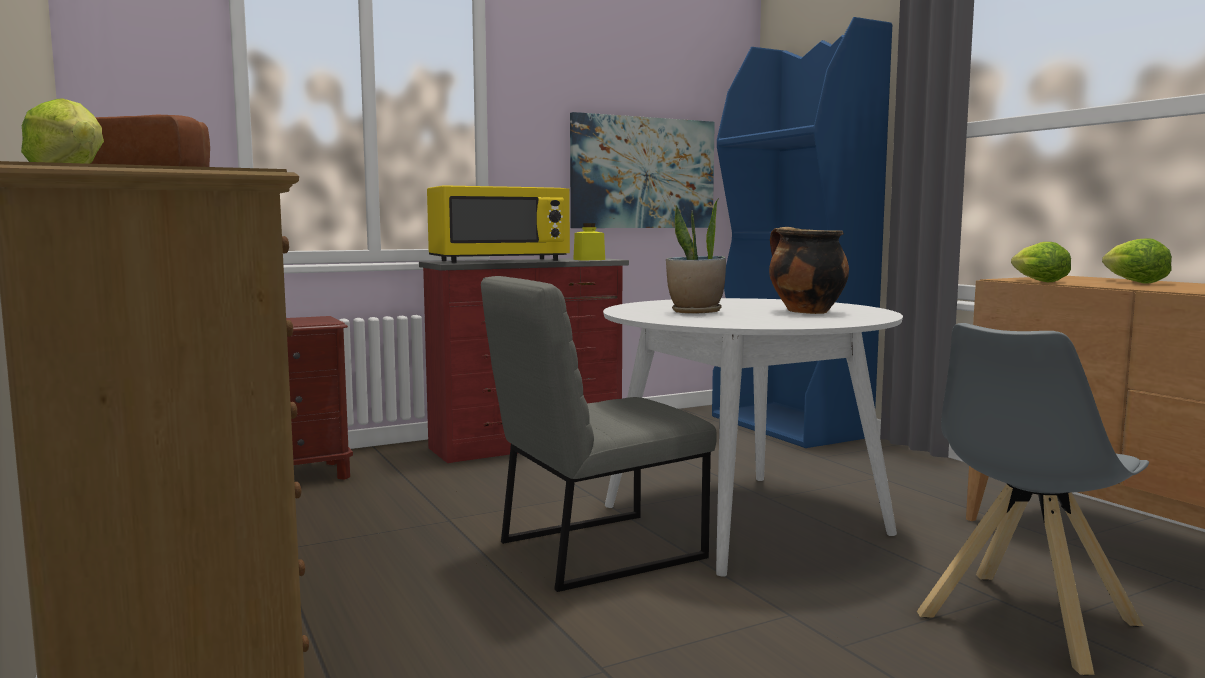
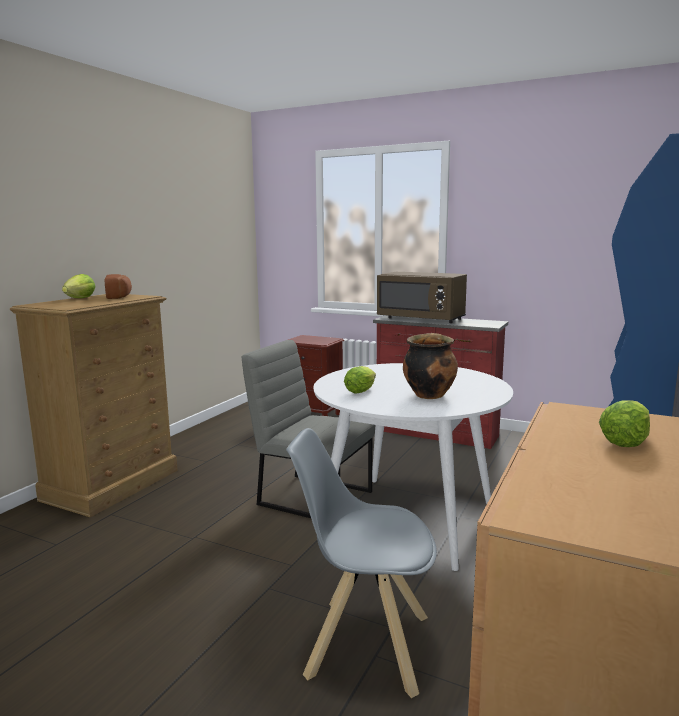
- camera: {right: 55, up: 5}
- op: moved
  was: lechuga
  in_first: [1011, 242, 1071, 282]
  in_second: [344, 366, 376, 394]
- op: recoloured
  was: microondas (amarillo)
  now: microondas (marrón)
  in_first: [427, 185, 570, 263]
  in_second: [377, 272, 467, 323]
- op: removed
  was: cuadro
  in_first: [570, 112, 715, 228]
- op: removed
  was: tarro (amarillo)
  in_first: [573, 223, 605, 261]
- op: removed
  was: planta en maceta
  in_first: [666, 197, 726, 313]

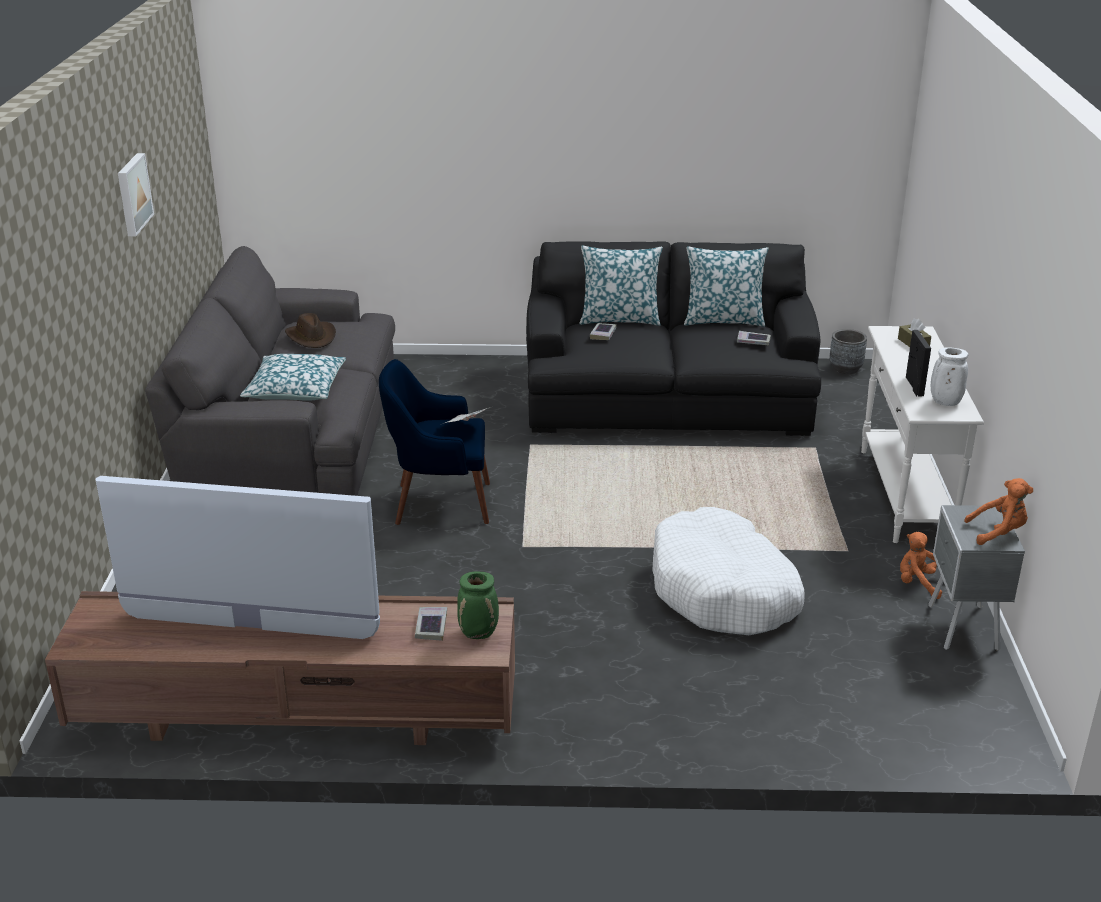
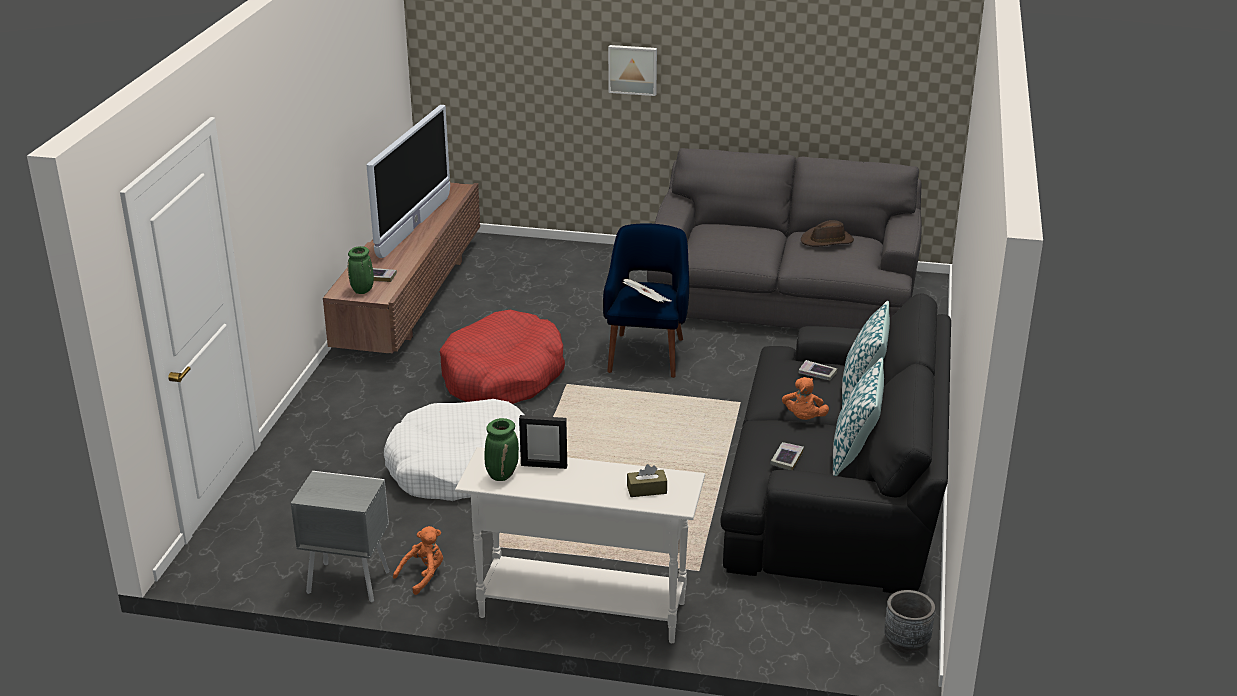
- camera: {right: 100, up: 0}
- op: added
  now: cama para perro (rojo)
  in_second: [440, 310, 565, 404]
- op: recoloured
  was: florero (blanco)
  now: florero (verde)
  in_first: [931, 348, 968, 406]
  in_second: [485, 418, 519, 481]
- op: moved
  was: cuadro
  in_first: [118, 153, 154, 236]
  in_second: [608, 45, 657, 96]
- op: moved
  was: peluche (naranja)
  in_first: [964, 478, 1033, 545]
  in_second: [782, 377, 829, 420]
- op: removed
  was: cojín
  in_first: [240, 354, 346, 401]

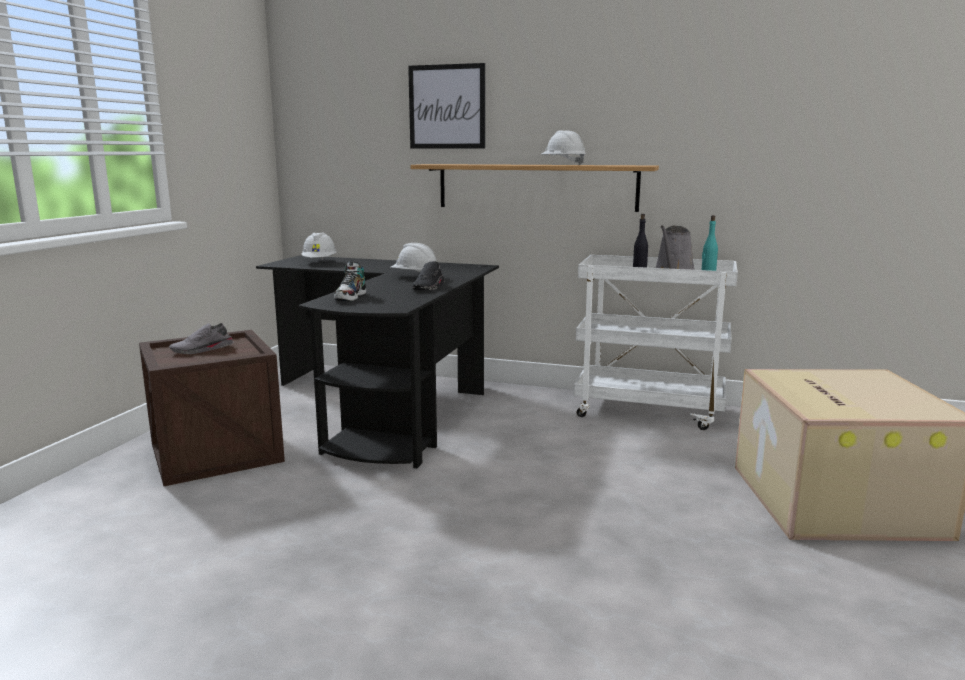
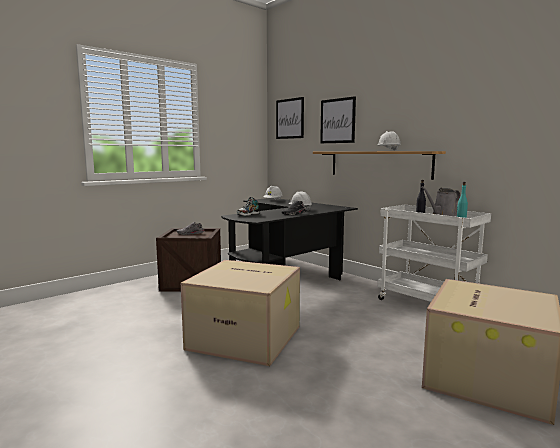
- camera: {right: 30, up: -5}
- op: added
  now: caja de cartón
  in_second: [181, 260, 300, 366]
- op: added
  now: cuadro
  in_second: [276, 97, 304, 139]

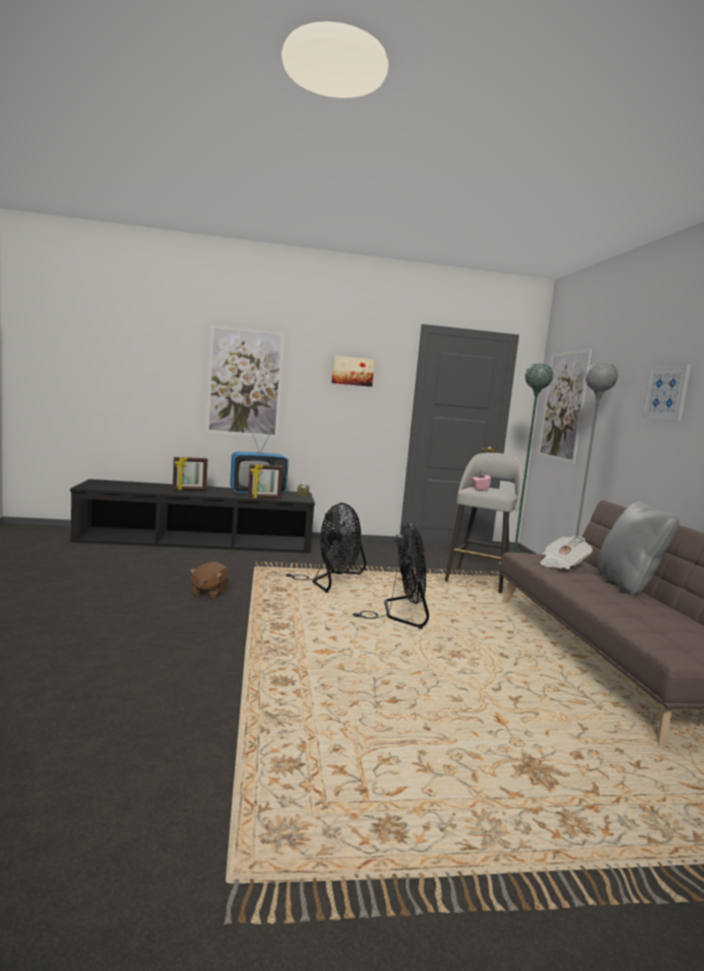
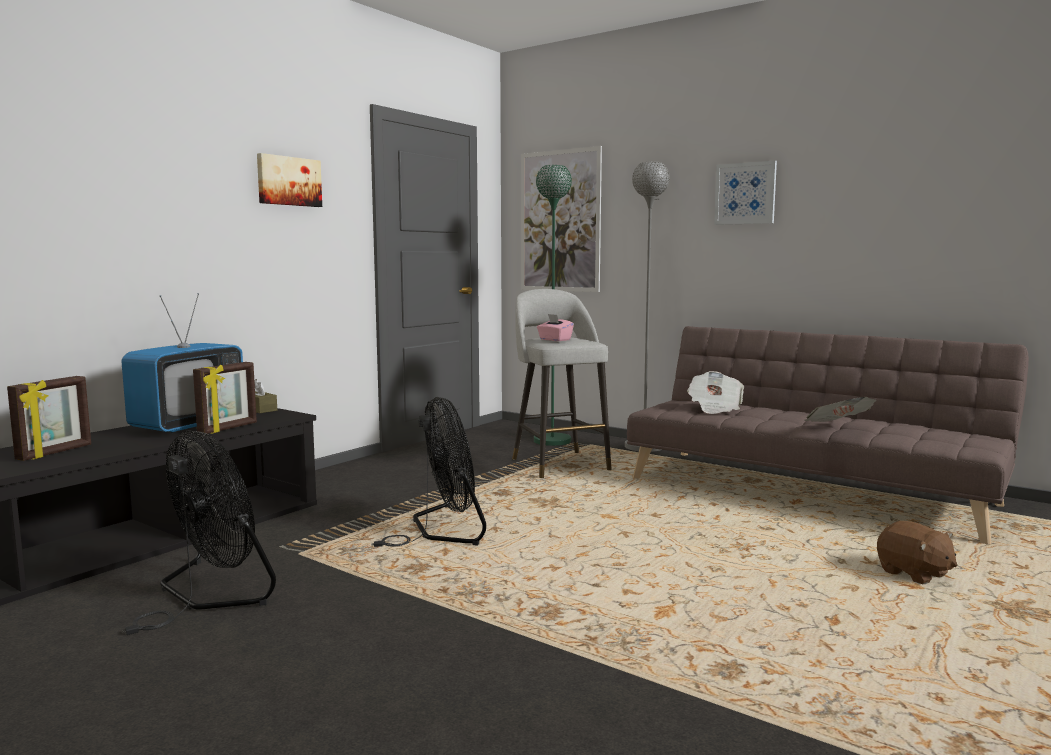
- camera: {right: -45, up: 0}
- op: moved
  was: ventilador (negro)
  in_first: [353, 523, 429, 629]
  in_second: [121, 431, 276, 635]
- op: added
  now: periódico
  in_second: [804, 397, 876, 422]
- op: moved
  was: peluche (marrón)
  in_first: [190, 562, 229, 597]
  in_second: [877, 521, 957, 584]
- op: removed
  was: cuadro
  in_first: [206, 325, 285, 438]
- op: removed
  was: cojín (gris)
  in_first: [597, 501, 680, 595]

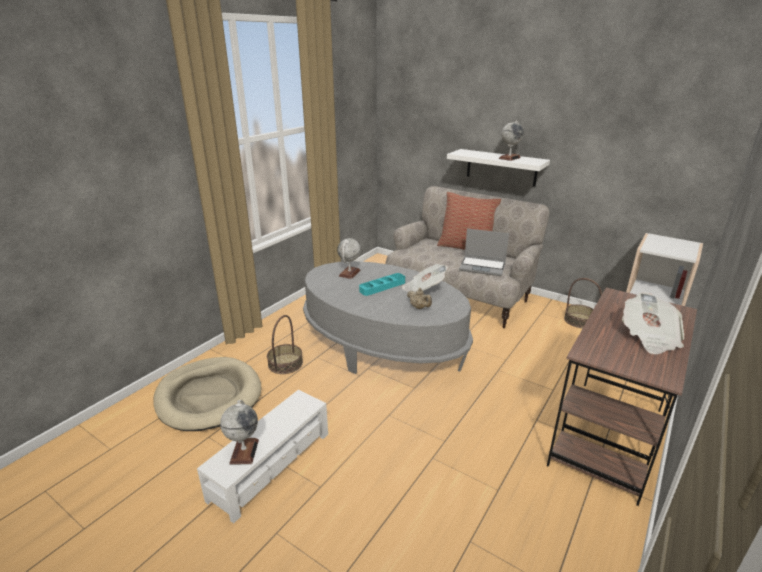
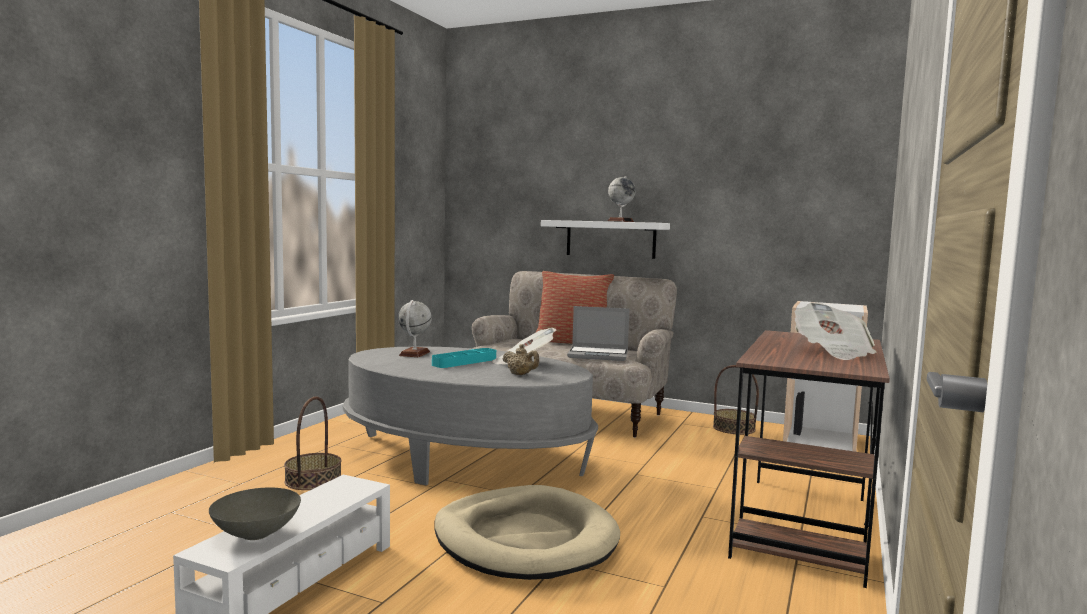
- camera: {right: -10, up: -20}
- op: replaced
  was: globo terráqueo
  now: cuenco (gris)
  in_first: [220, 400, 259, 465]
  in_second: [209, 488, 301, 540]
- op: moved
  was: cama para perro (beis)
  in_first: [153, 357, 262, 431]
  in_second: [434, 485, 620, 580]

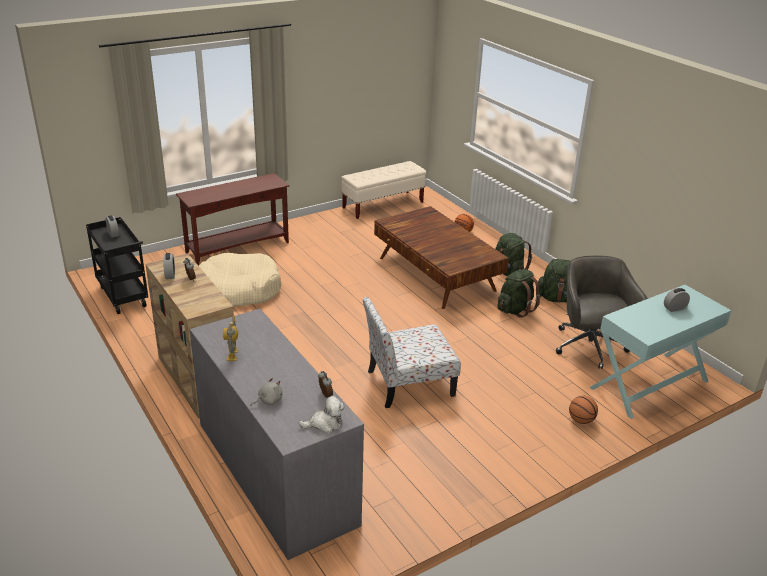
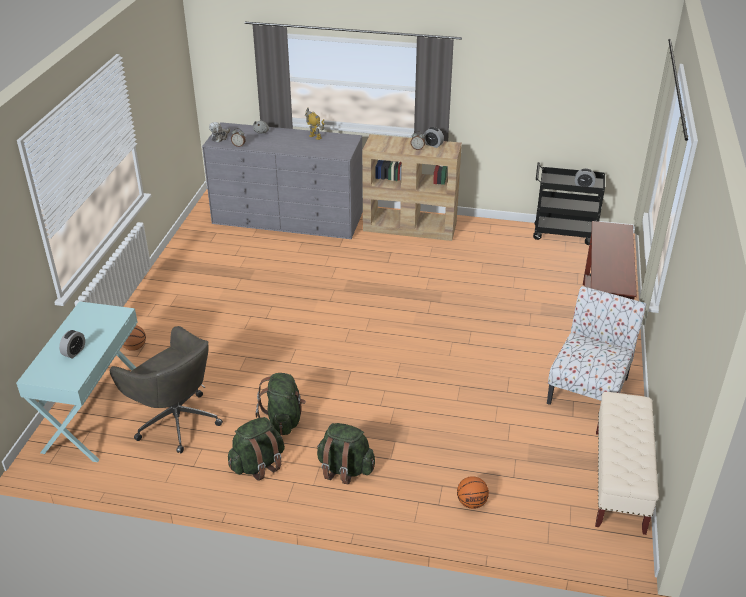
- camera: {right: 135, up: 5}
- op: moved
  was: silla
  in_first: [363, 297, 461, 408]
  in_second: [547, 286, 646, 405]
- op: removed
  was: cama para perro (beis)
  in_first: [199, 253, 282, 306]
- op: removed
  was: mesa de centro (marrón)
  in_first: [374, 206, 509, 309]

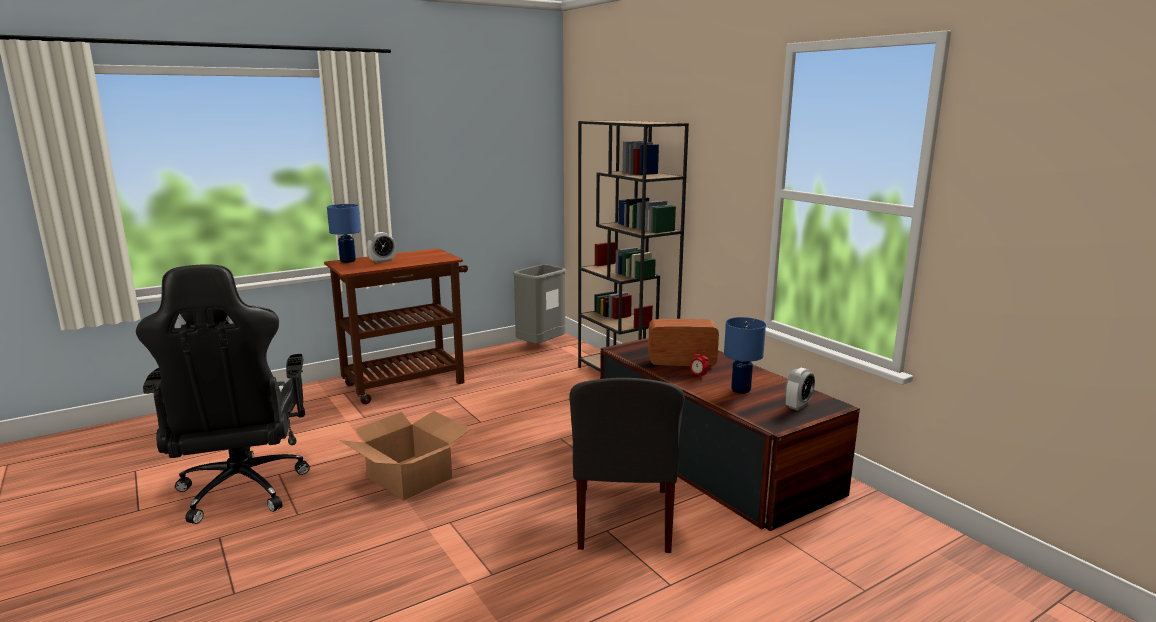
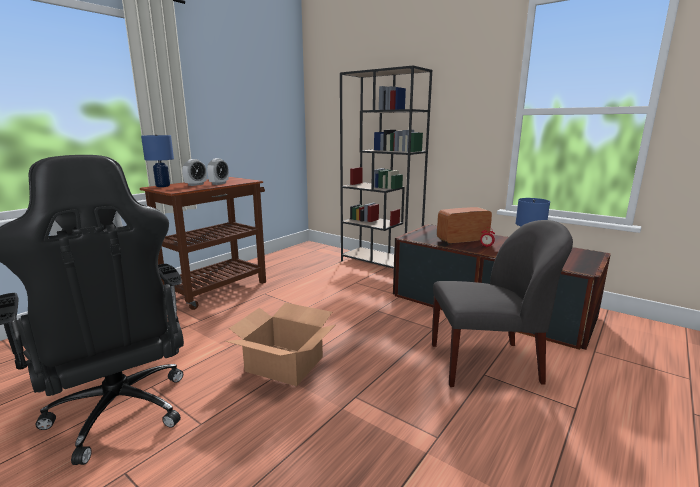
- camera: {right: -20, up: 0}
- op: moved
  was: despertador
  in_first: [785, 368, 815, 411]
  in_second: [207, 158, 229, 185]
- op: turned
  was: silla (gris)
  in_first: [569, 378, 685, 553]
  in_second: [432, 220, 573, 387]
  clockwise: -75
- op: removed
  was: papelera (gris)
  in_first: [513, 264, 566, 344]

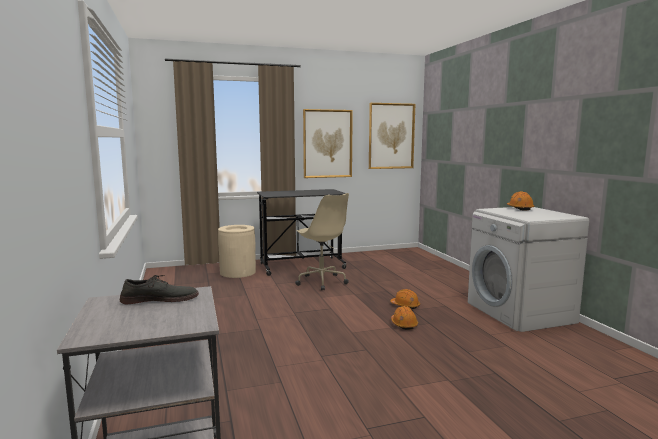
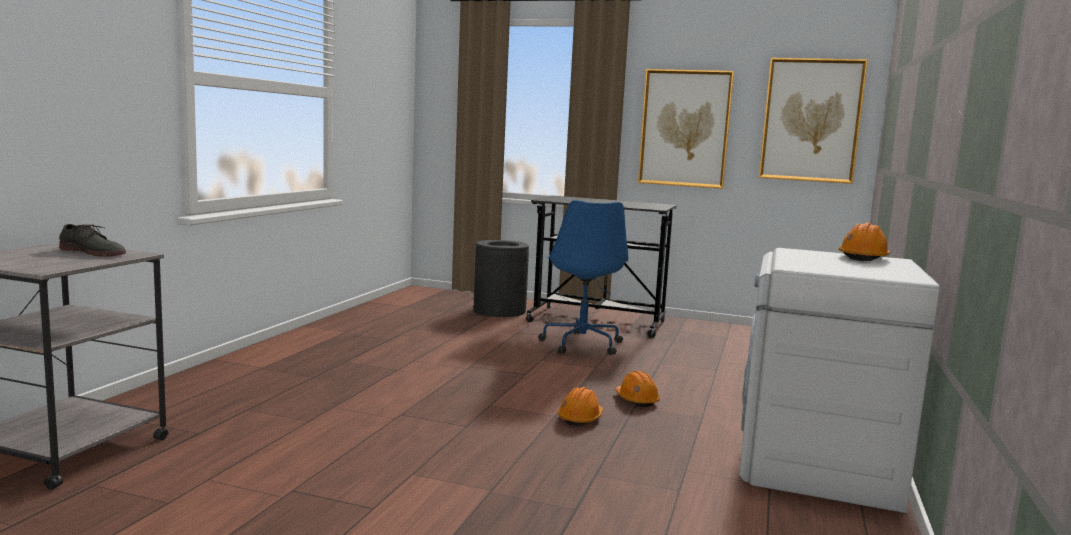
- camera: {right: 35, up: 0}
- op: recoloured
  was: papelera (beis)
  now: papelera (negro)
  in_first: [218, 225, 256, 278]
  in_second: [474, 240, 529, 317]
- op: recoloured
  was: silla de oficina (beis)
  now: silla de oficina (azul)
  in_first: [295, 193, 349, 290]
  in_second: [538, 200, 628, 355]

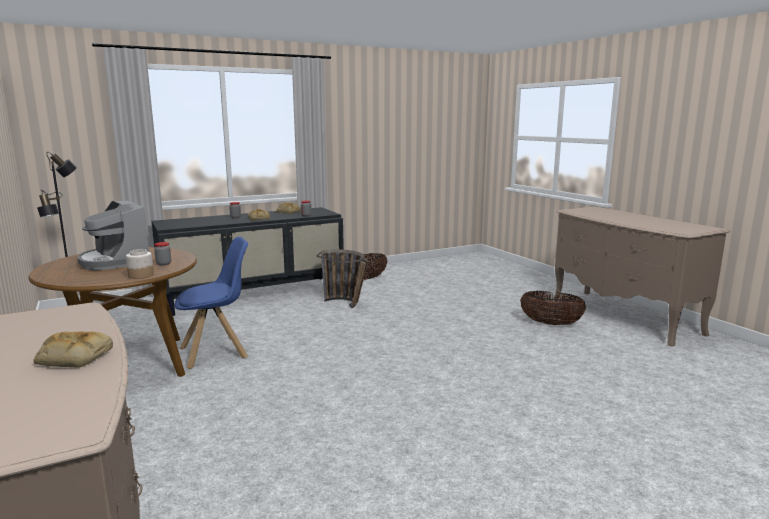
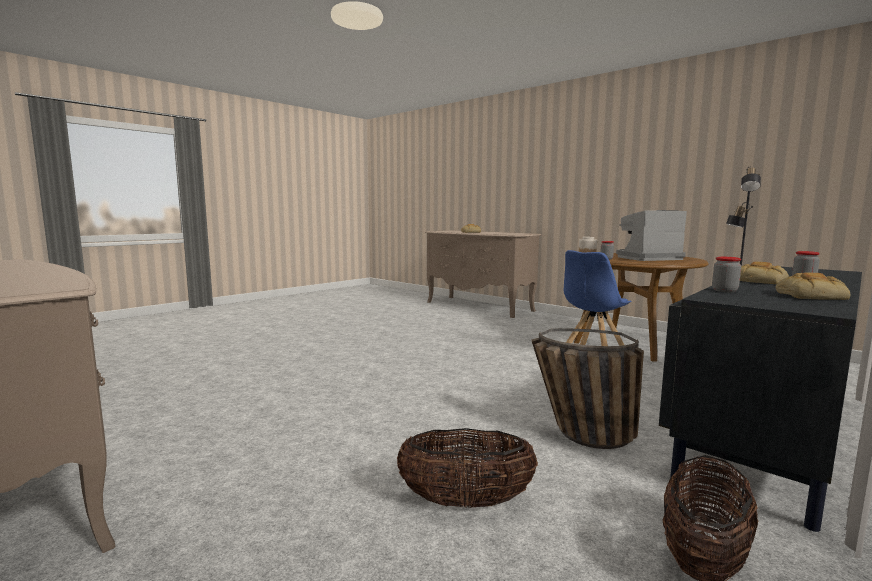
- camera: {right: 160, up: -5}
- op: moved
  was: cesta
  in_first: [520, 291, 586, 325]
  in_second: [397, 428, 538, 508]
- op: turned
  was: cafetera
  in_first: [77, 201, 149, 270]
  in_second: [616, 210, 687, 261]
  clockwise: -45

